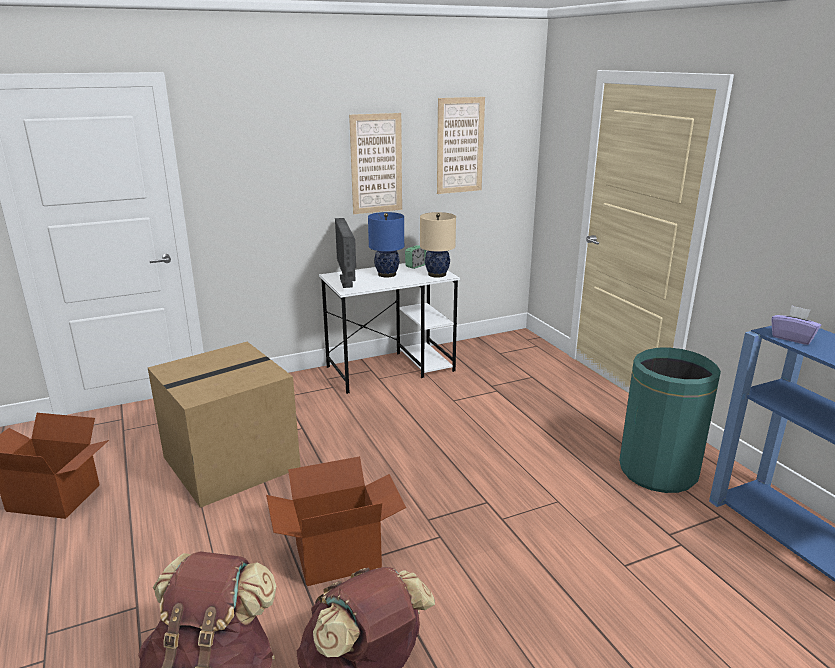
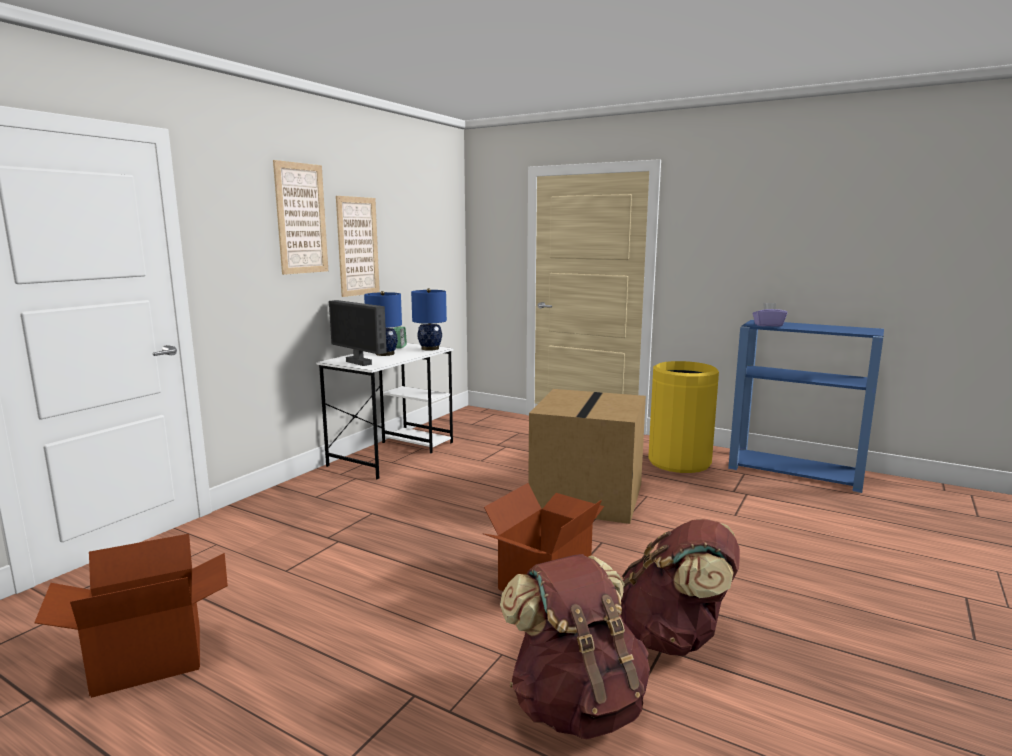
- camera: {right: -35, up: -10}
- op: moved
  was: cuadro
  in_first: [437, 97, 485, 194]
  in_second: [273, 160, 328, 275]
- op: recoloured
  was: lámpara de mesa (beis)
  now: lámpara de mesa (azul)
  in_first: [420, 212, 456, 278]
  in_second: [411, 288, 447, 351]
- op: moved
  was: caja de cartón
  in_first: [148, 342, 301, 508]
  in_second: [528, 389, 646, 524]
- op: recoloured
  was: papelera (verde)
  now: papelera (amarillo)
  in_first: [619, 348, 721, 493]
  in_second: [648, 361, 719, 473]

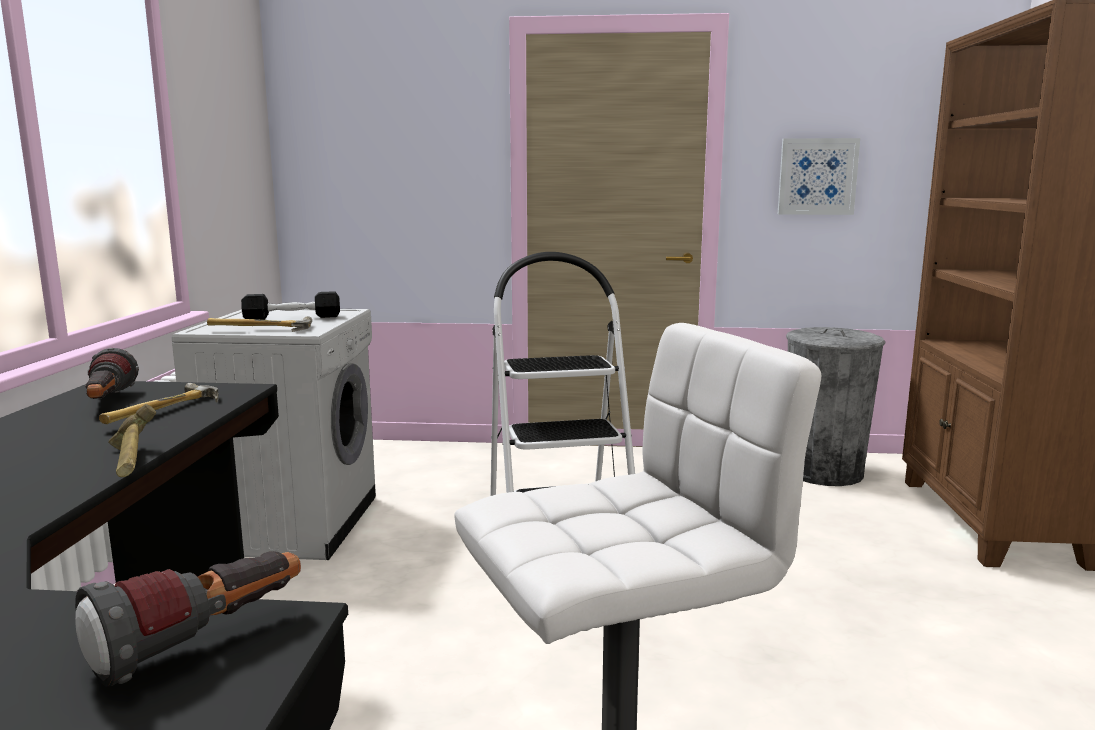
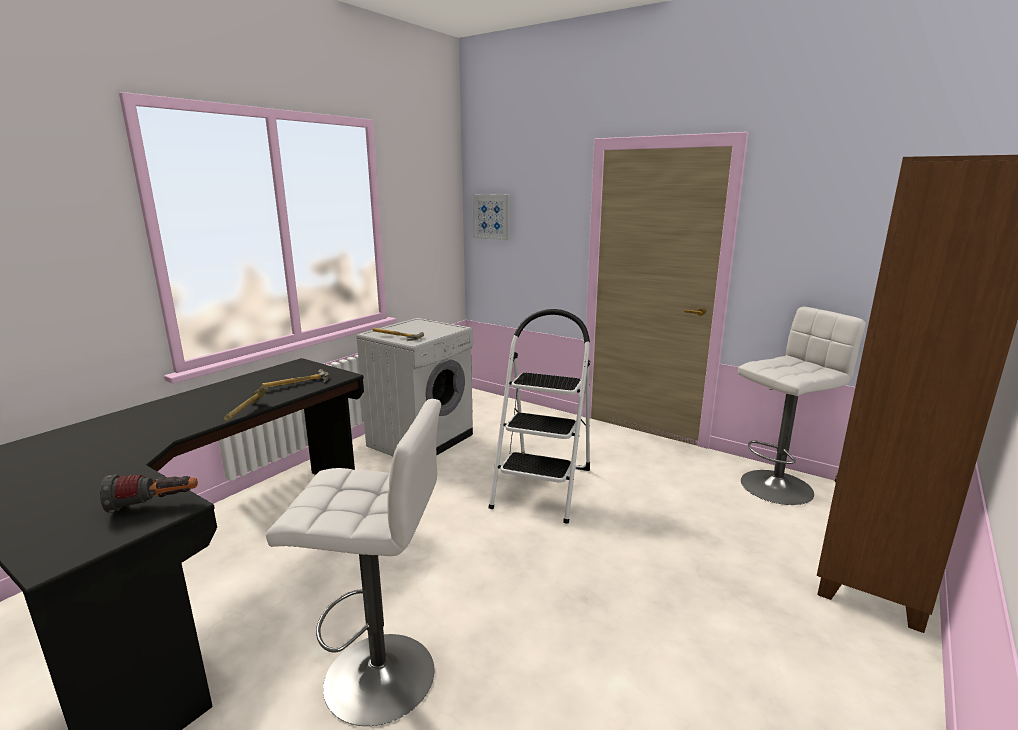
- camera: {right: 30, up: 5}
- op: moved
  was: cuadro
  in_first: [778, 138, 860, 215]
  in_second: [473, 194, 510, 240]
- op: replaced
  was: papelera (gris)
  now: taburete (blanco)
  in_first: [786, 327, 885, 486]
  in_second: [738, 307, 866, 505]
- op: removed
  was: linterna
  in_first: [85, 348, 139, 399]
- op: removed
  was: mancuerna (negro)
  in_first: [241, 291, 340, 320]

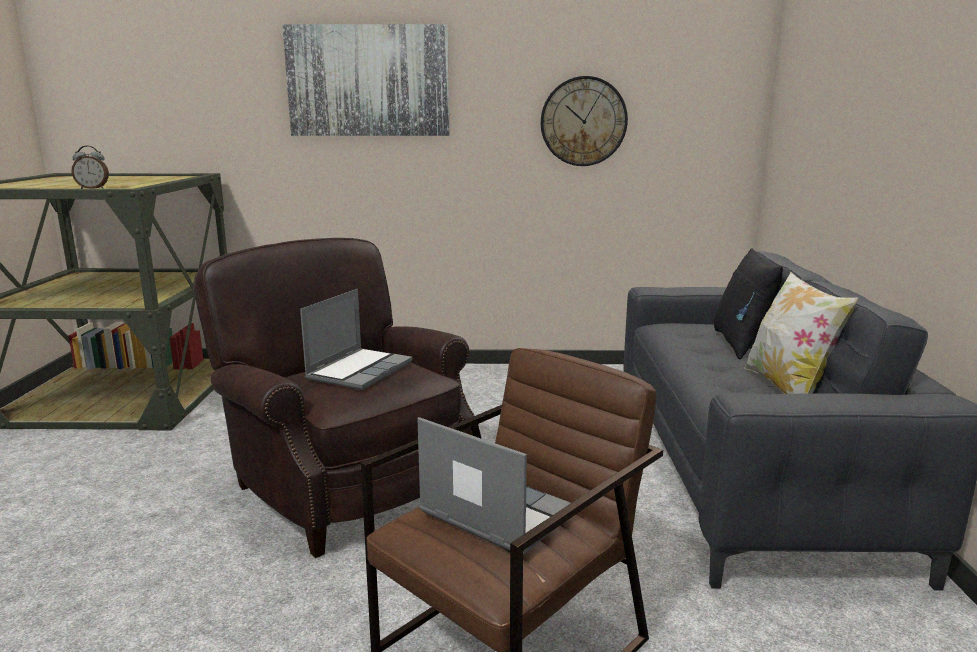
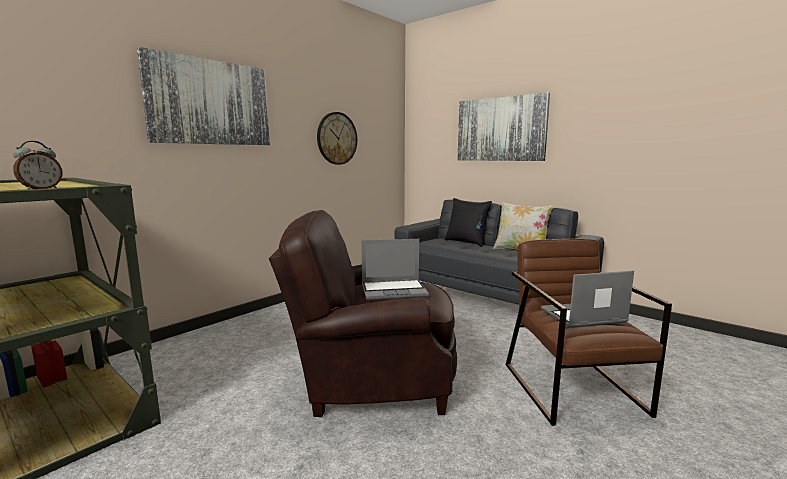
- camera: {right: -50, up: -5}
- op: turned
  was: portátil
  in_first: [300, 289, 413, 390]
  in_second: [361, 239, 429, 300]
  clockwise: 105
- op: added
  now: cuadro
  in_second: [458, 93, 550, 161]

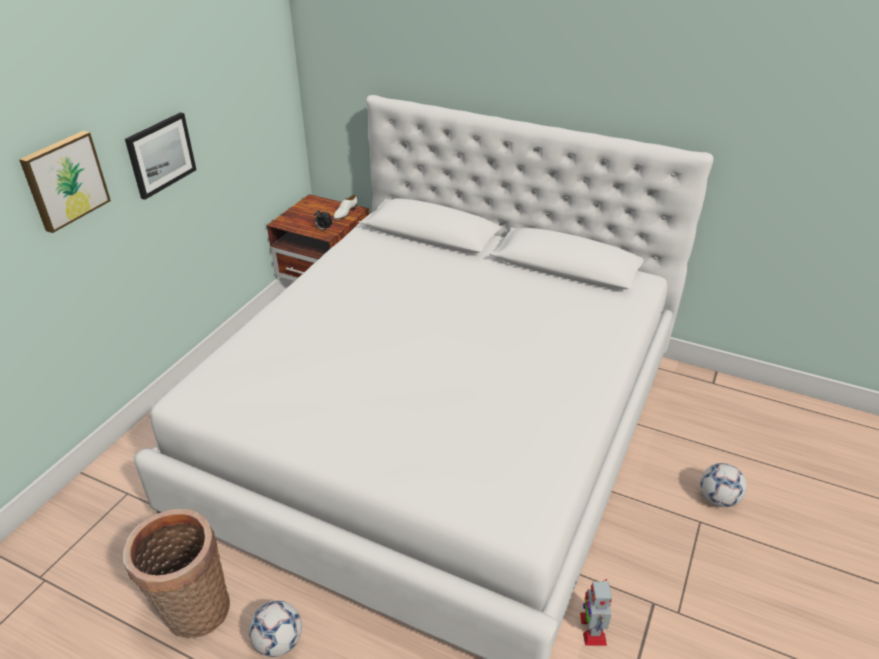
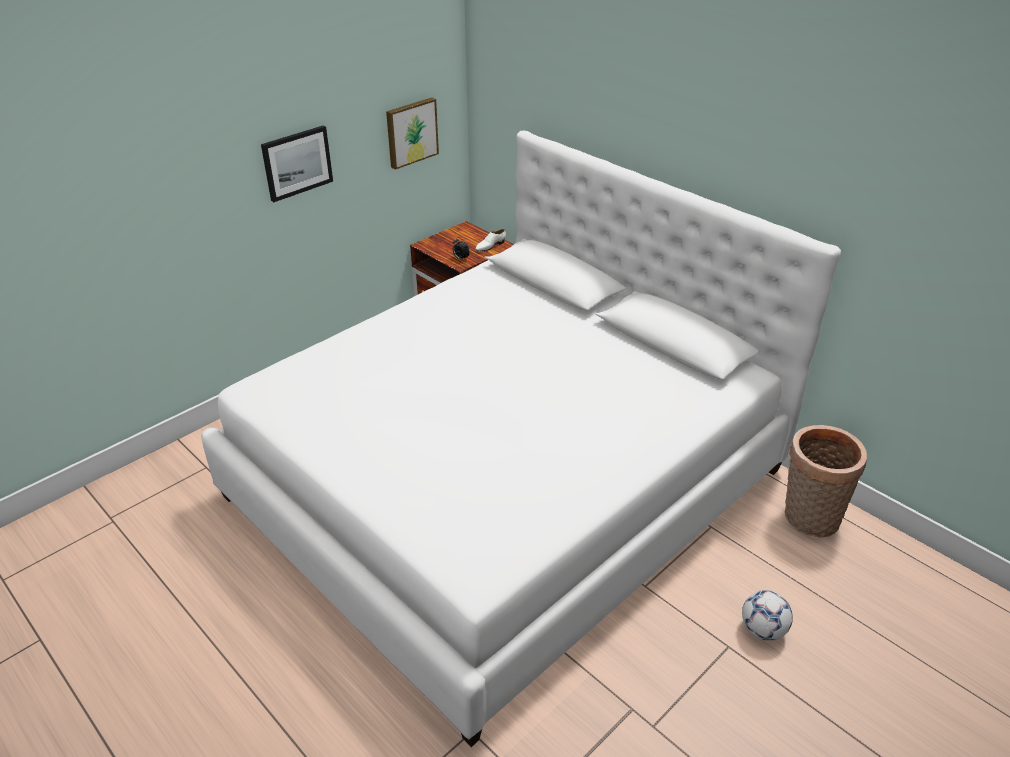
- camera: {right: 20, up: 0}
- op: moved
  was: cuadro
  in_first: [19, 131, 111, 233]
  in_second: [386, 97, 439, 170]
- op: moved
  was: cesta
  in_first: [123, 509, 230, 638]
  in_second: [785, 425, 867, 537]
- op: removed
  was: balón de fútbol
  in_first: [249, 601, 302, 657]
- op: removed
  was: robot de juguete
  in_first: [580, 579, 612, 646]

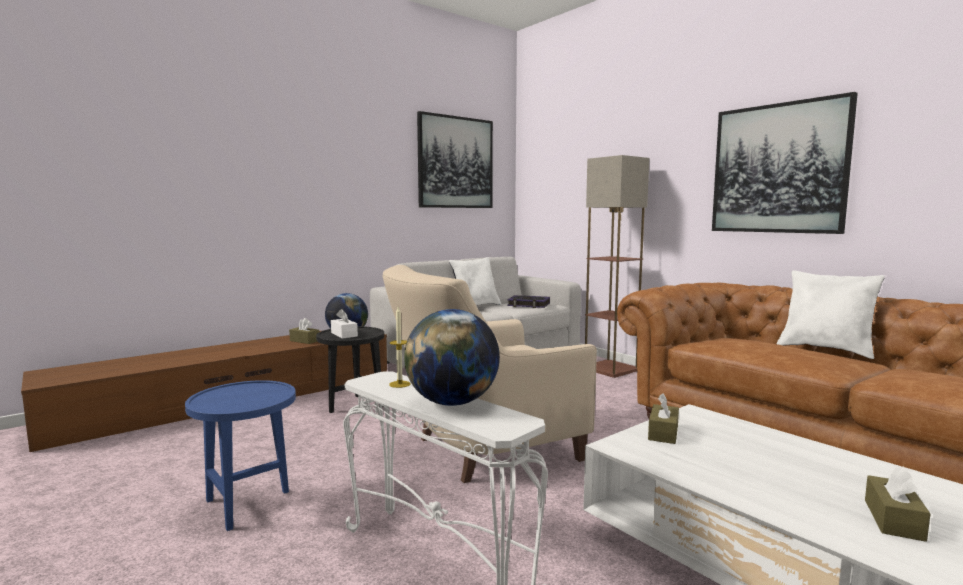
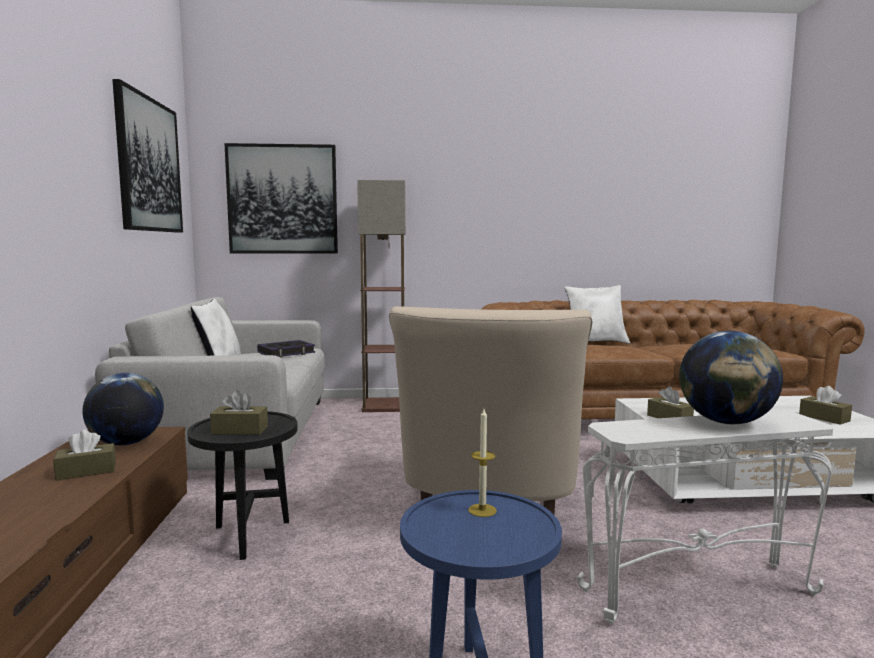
- camera: {right: -55, up: 0}
- op: recoloured
  was: caja de pañuelos (blanco)
  now: caja de pañuelos (marrón)
  in_first: [331, 309, 358, 339]
  in_second: [210, 390, 268, 435]
- op: moved
  was: cuadro
  in_first: [712, 92, 858, 234]
  in_second: [224, 143, 338, 254]
- op: moved
  was: vela
  in_first: [389, 307, 411, 388]
  in_second: [468, 409, 497, 517]

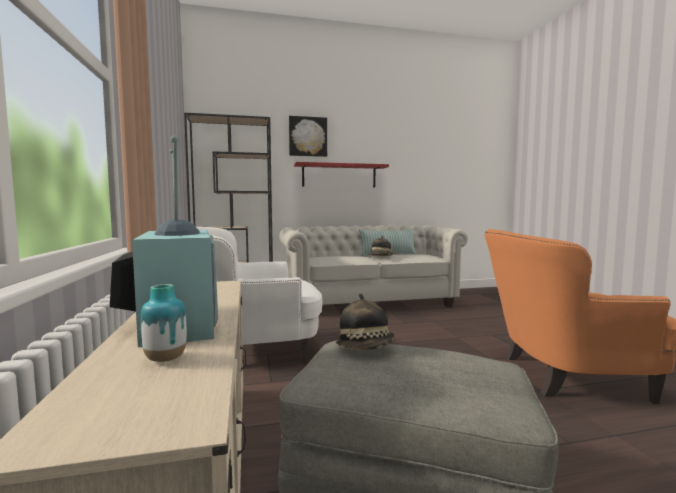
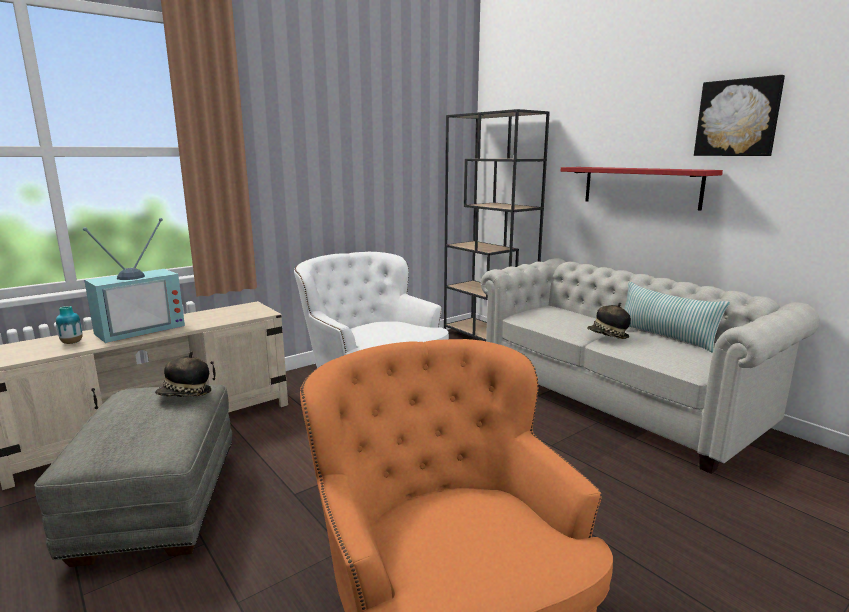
- camera: {right: 65, up: 10}
- op: moved
  was: cuadro
  in_first: [289, 116, 327, 157]
  in_second: [694, 75, 785, 156]

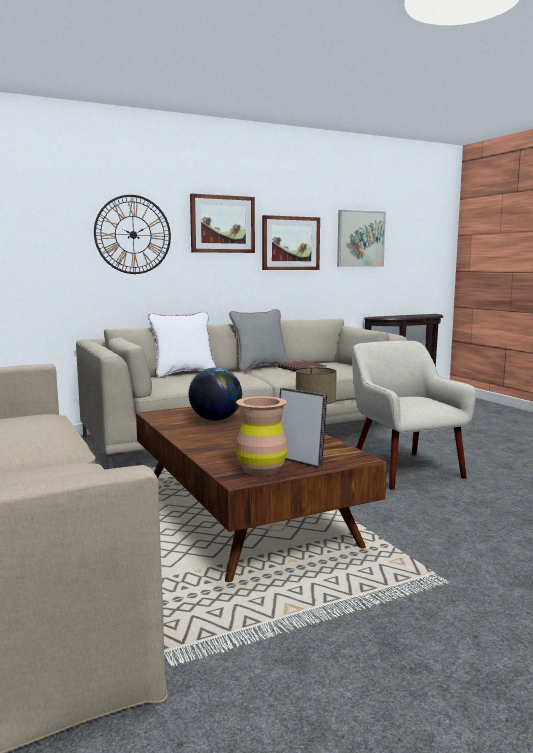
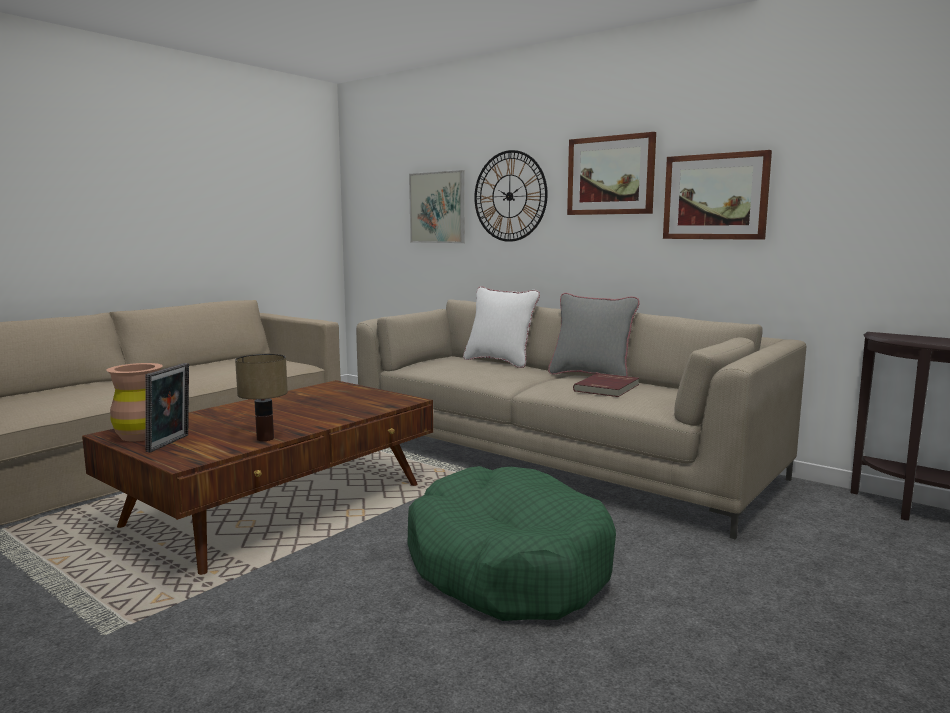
- camera: {right: 65, up: 0}
- op: replaced
  was: sillón (beis)
  now: cama para perro (verde)
  in_first: [352, 341, 476, 490]
  in_second: [408, 466, 616, 621]
- op: moved
  was: cuadro
  in_first: [337, 210, 386, 267]
  in_second: [409, 170, 464, 243]
- op: removed
  was: globo terráqueo
  in_first: [189, 367, 242, 421]

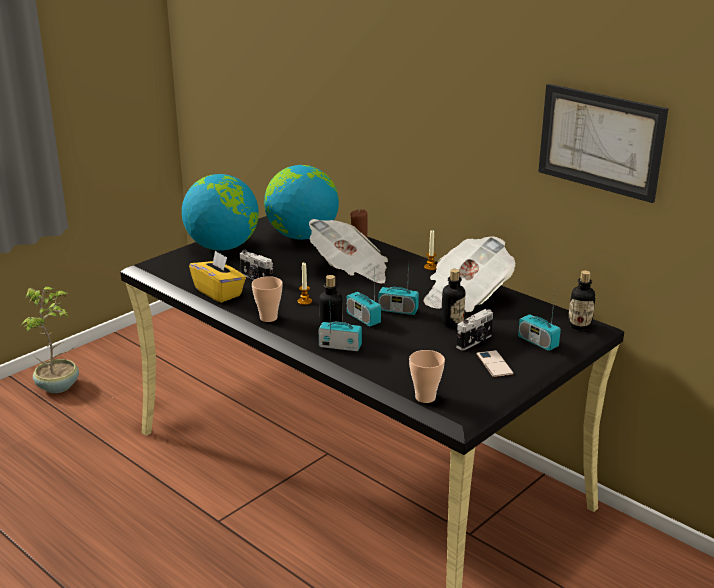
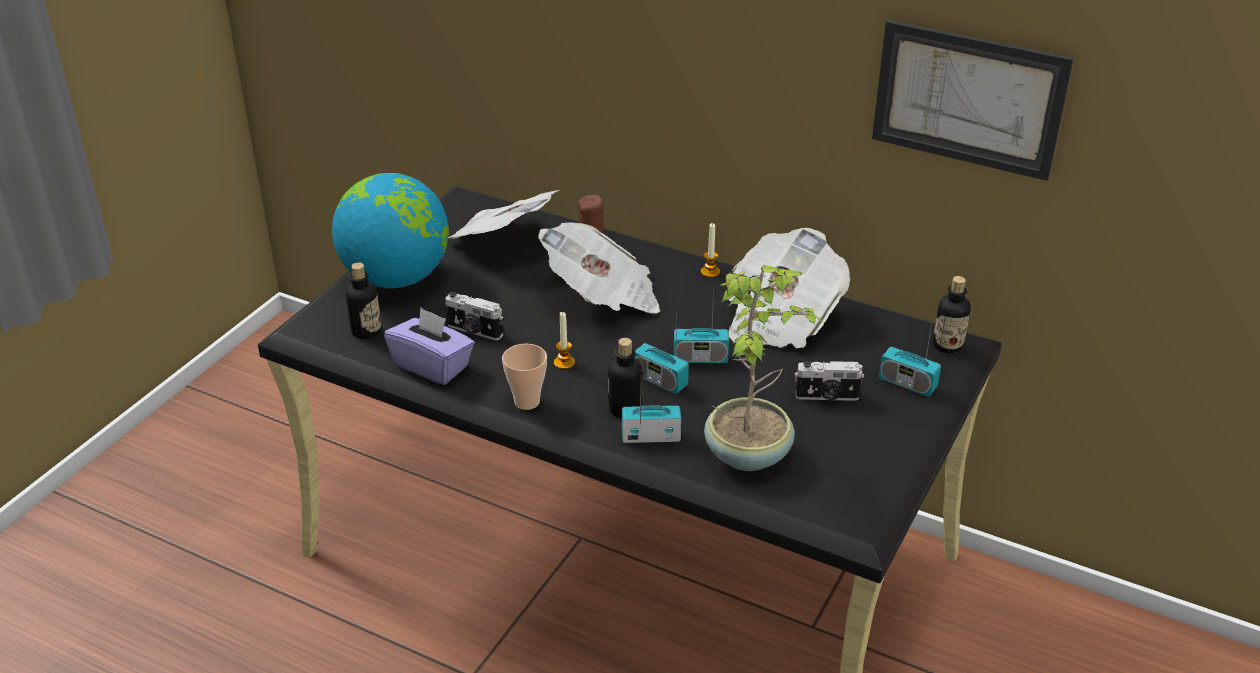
- camera: {right: -15, up: 10}
- op: moved
  was: botella
  in_first: [441, 269, 465, 328]
  in_second: [346, 262, 382, 339]
- op: recoloured
  was: caja de pañuelos (amarillo)
  now: caja de pañuelos (morado)
  in_first: [189, 250, 246, 303]
  in_second: [384, 307, 475, 385]
- op: replaced
  was: globo terráqueo
  now: periódico
  in_first: [264, 165, 339, 240]
  in_second: [449, 190, 559, 238]
- op: moved
  was: planta en maceta
  in_first: [21, 287, 79, 393]
  in_second: [704, 265, 823, 471]
- op: turned
  was: cámara
  in_first: [456, 309, 493, 350]
  in_second: [795, 361, 864, 401]
  clockwise: 60
- op: removed
  was: taza
  in_first: [409, 350, 445, 403]
- op: removed
  was: móvil
  in_first: [477, 350, 514, 377]

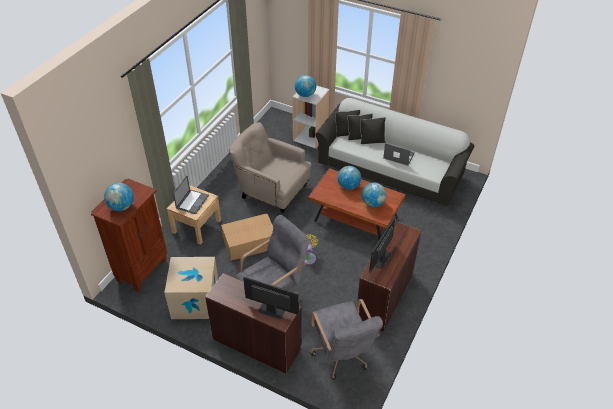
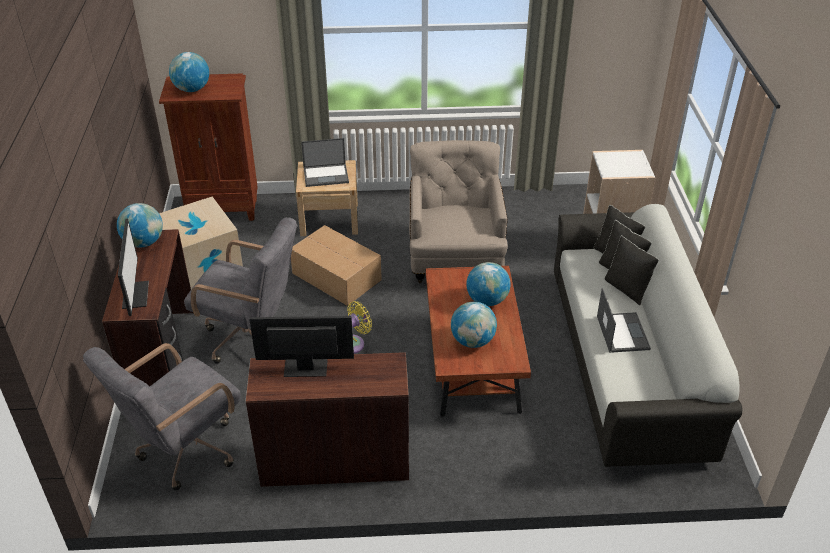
- camera: {right: 60, up: -5}
- op: moved
  was: globo terráqueo
  in_first: [295, 75, 316, 97]
  in_second: [117, 203, 163, 248]

